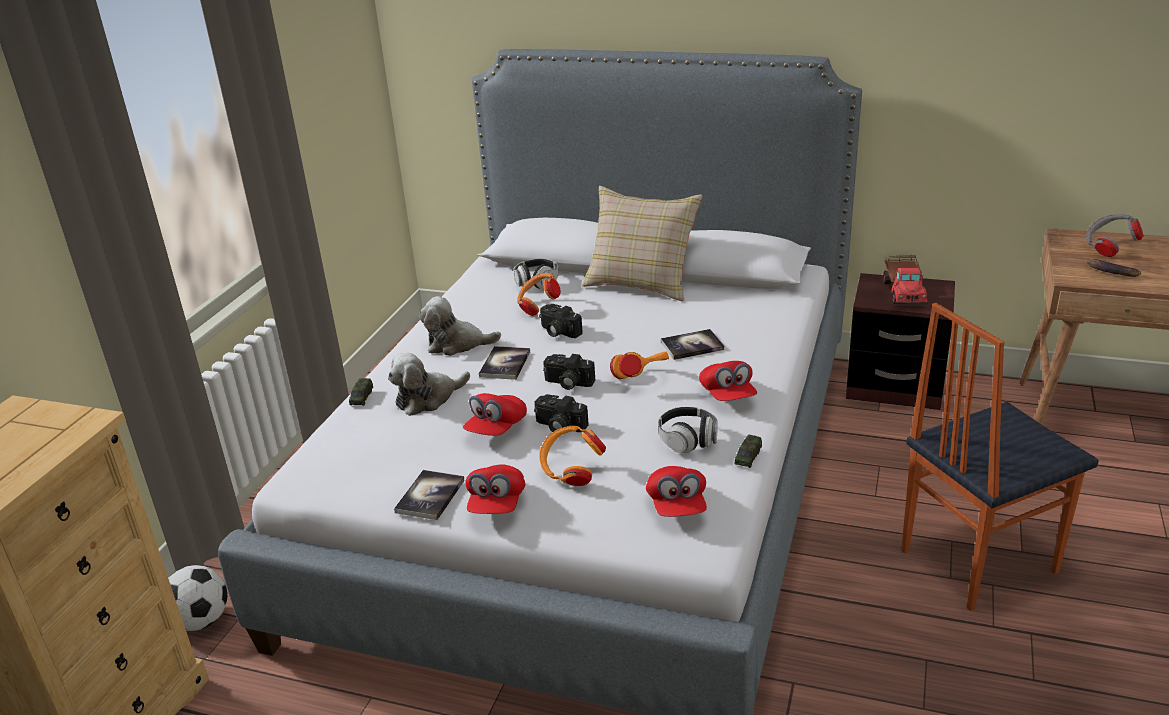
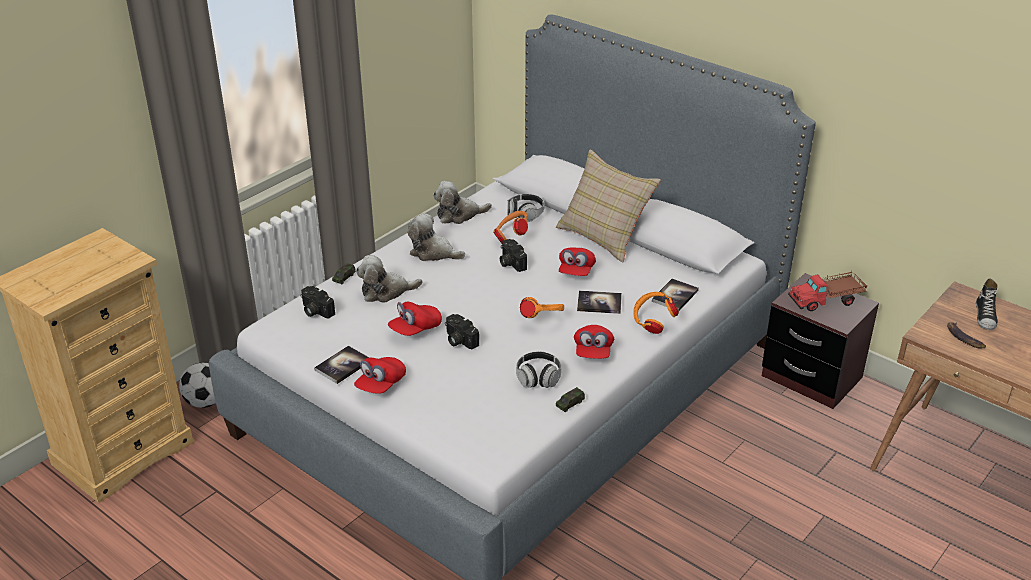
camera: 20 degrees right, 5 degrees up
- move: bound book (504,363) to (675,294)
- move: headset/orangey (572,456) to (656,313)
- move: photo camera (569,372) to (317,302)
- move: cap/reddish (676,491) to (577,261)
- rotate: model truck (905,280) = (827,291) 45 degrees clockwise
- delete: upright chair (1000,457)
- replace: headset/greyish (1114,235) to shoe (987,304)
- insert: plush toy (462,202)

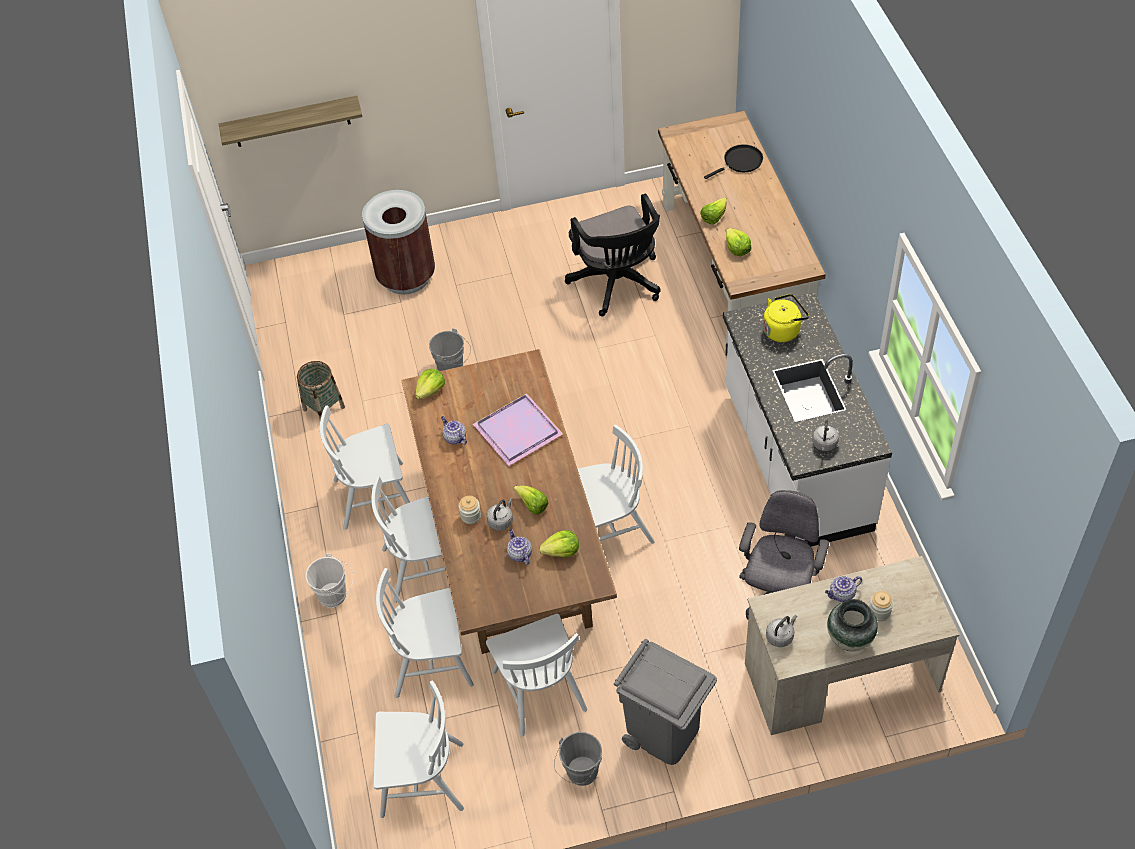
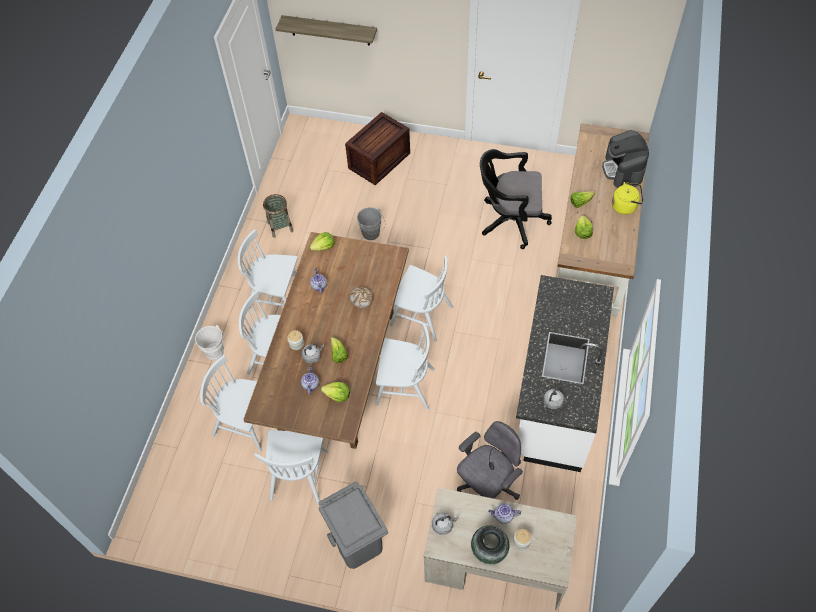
camera: 25 degrees right, 5 degrees up
- replace: trash can/brown (398,242) to packing crate (377,148)
- move: upright chair/whitish (419,749) to (421,299)
- replace: tray/purplish (518,429) to bakery bread (361,298)
- delete: pail/greyish (578,759)
- rotate: office chair/blackish (613,254) = (516,199) 90 degrees clockwise
- replace: frying pan/blackish (733,161) to coffee machine (625,159)
- move: kettle/yellow-coloured (786,318) to (628,198)

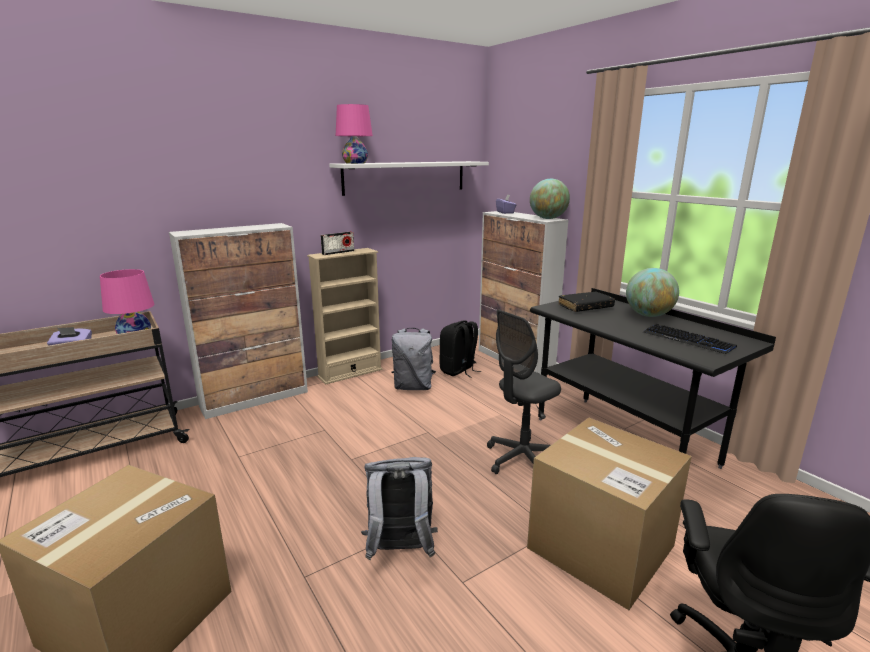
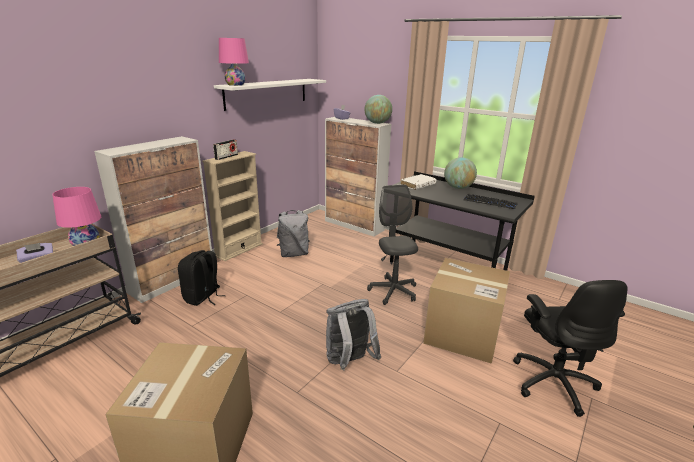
camera: 20 degrees left, 5 degrees up
- move: knapsack/blackish (461,349) to (202,278)
- rotate: office chair/greyish (524,392) = (392,245) 135 degrees clockwise
- recolor: bound book/blackish (586,301) to bound book/whitish (419,182)

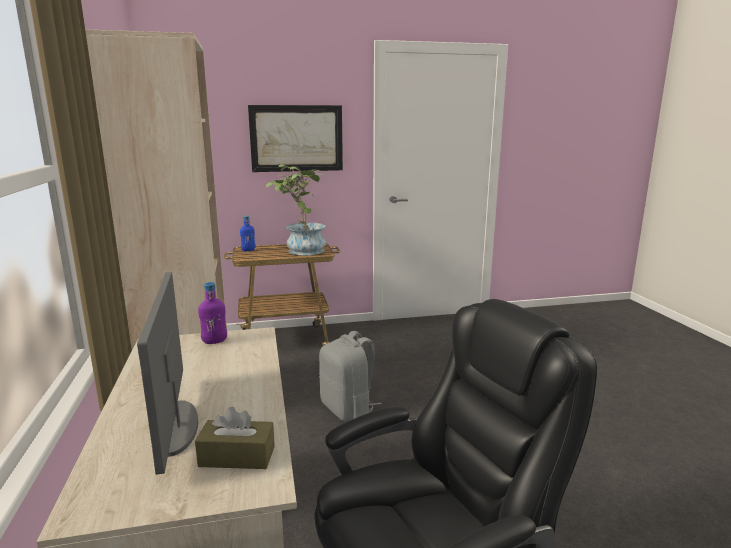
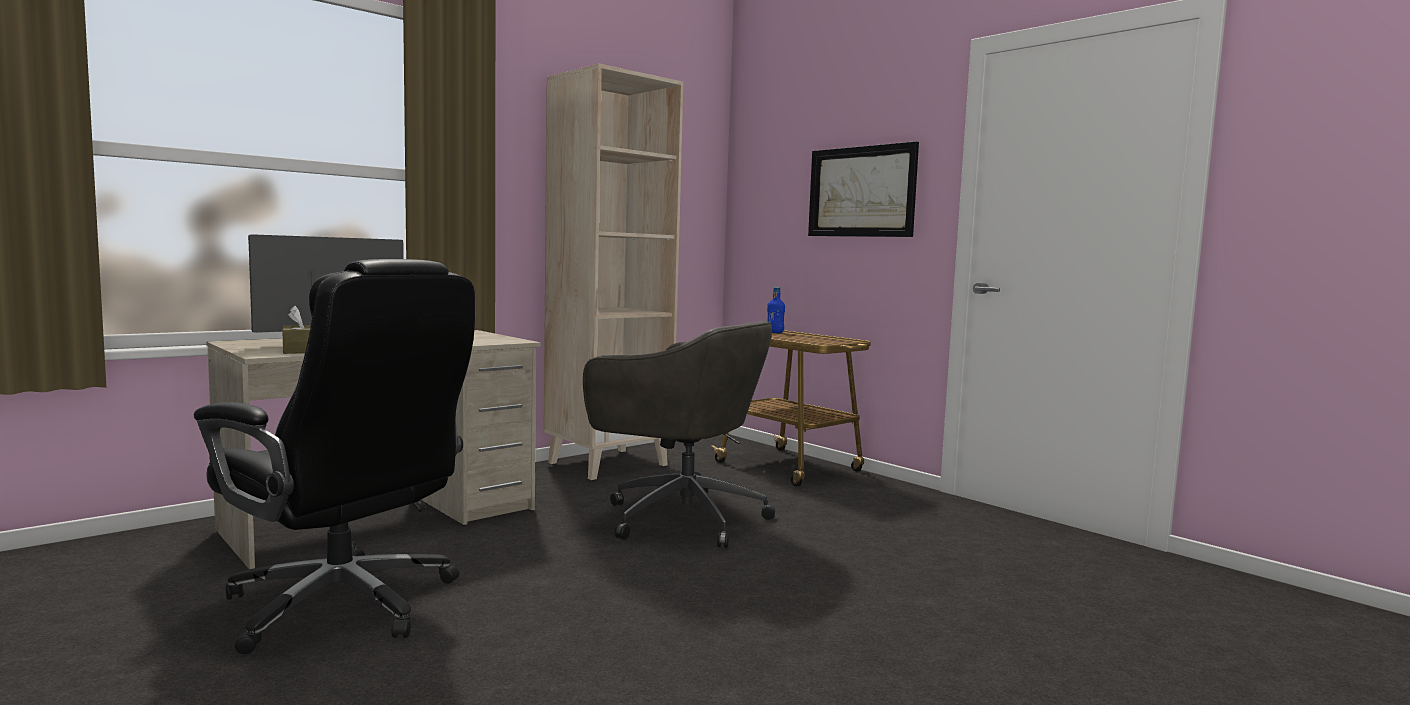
camera: 60 degrees right, 10 degrees down
- delete: bottle/purplish (212,313)
- delete: houseplant (296,209)
- replace: knapsack/greyish (350,376) to office chair/greyish (679,434)

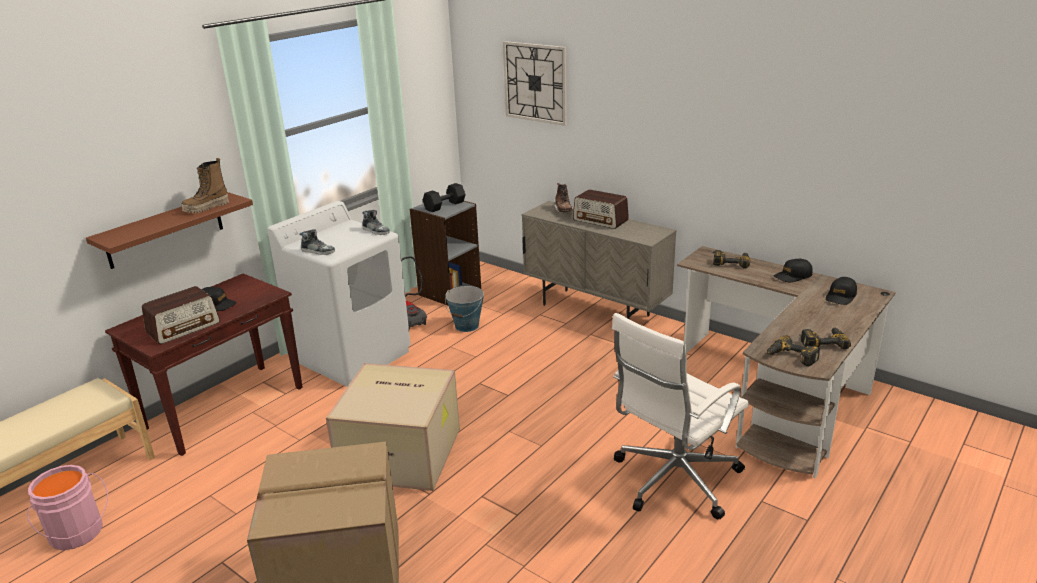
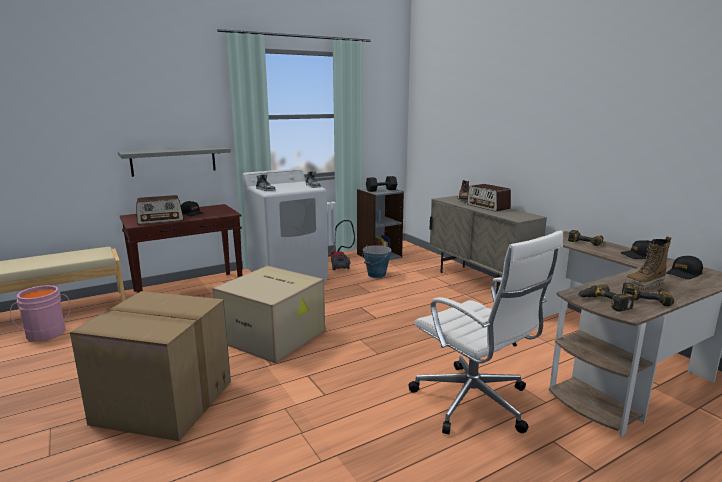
camera: 20 degrees right, 10 degrees down
- recolor: bracket shelf/brown (169,230) to bracket shelf/greyish (174,161)
- move: boot (205,185) to (648,263)
- delete: hanging clock (535,83)
- rotate: office chair/whitish (680,416) = (485,332) 105 degrees counterclockwise

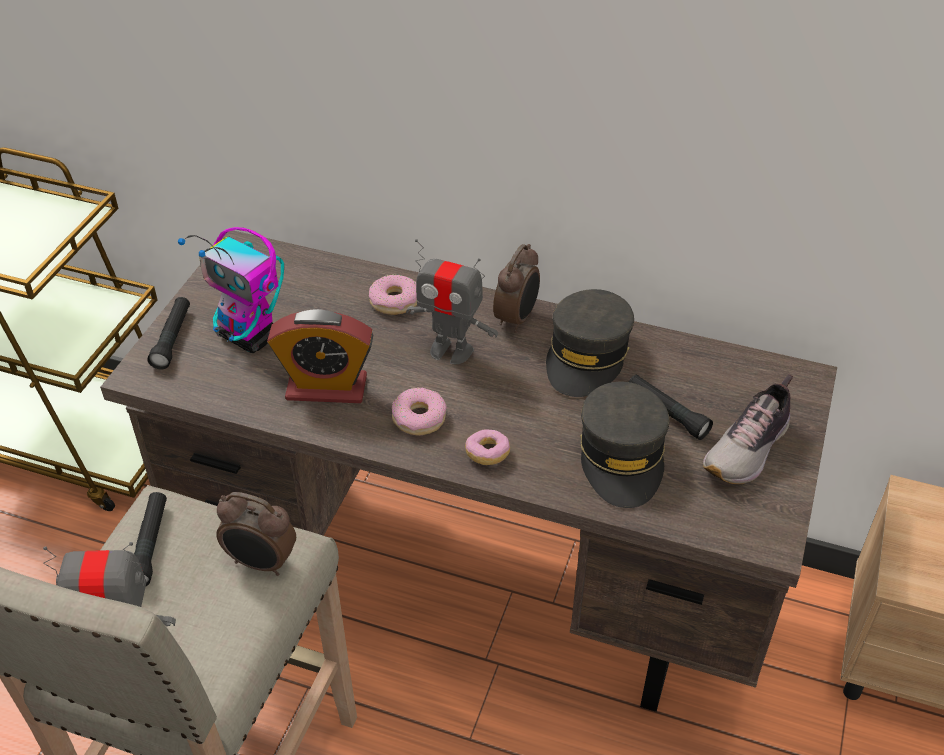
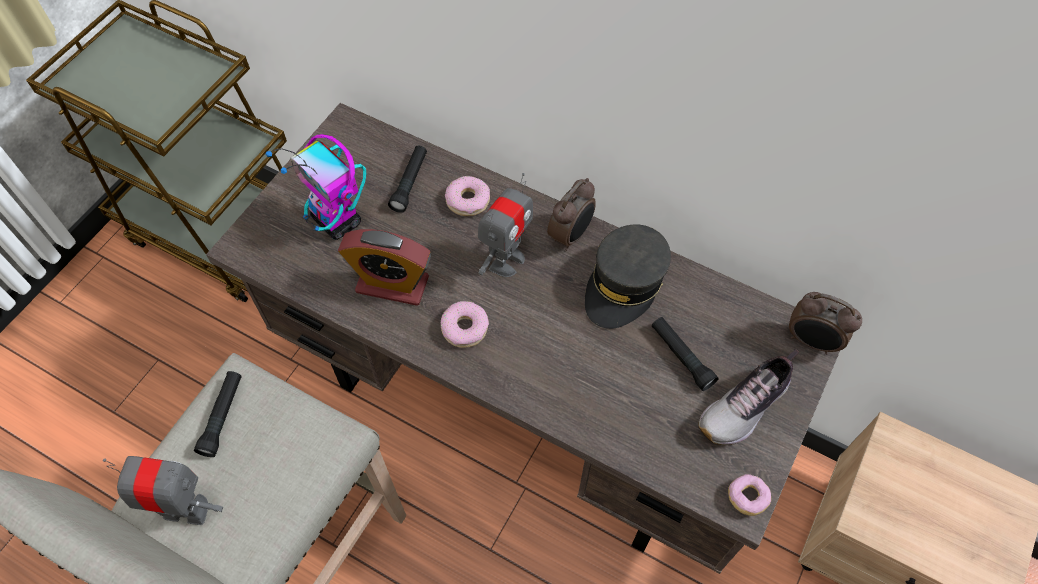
camera: 10 degrees right, 15 degrees up
- move: hand torch/blackish (168,333) to (407,179)
- move: alarm clock (256,534) to (825,323)
- rotate: robot figure (452,301) = (505,225) 90 degrees counterclockwise
- move: doughnut (487,447) to (749,495)
- delete: cap/greyish (625,445)

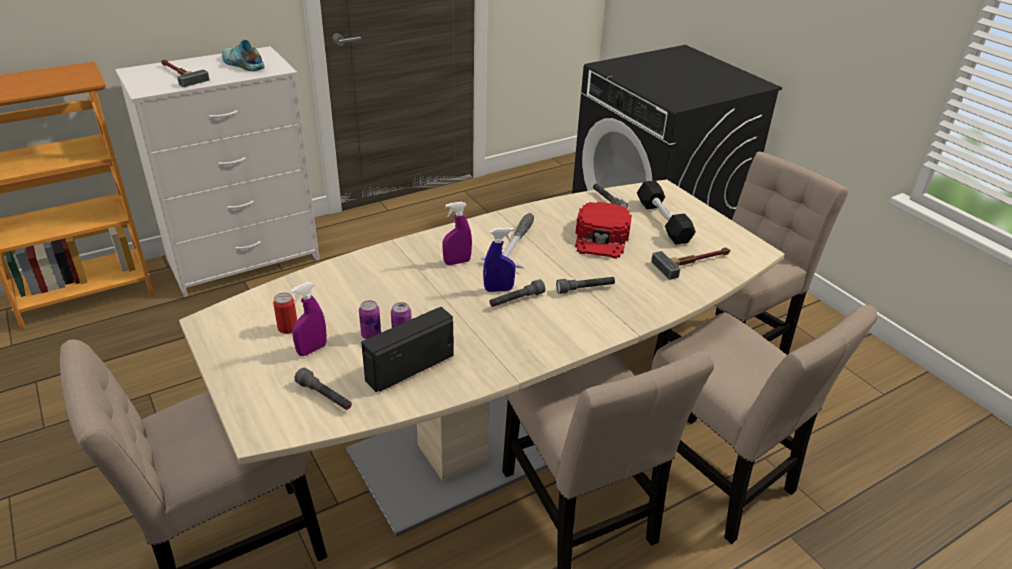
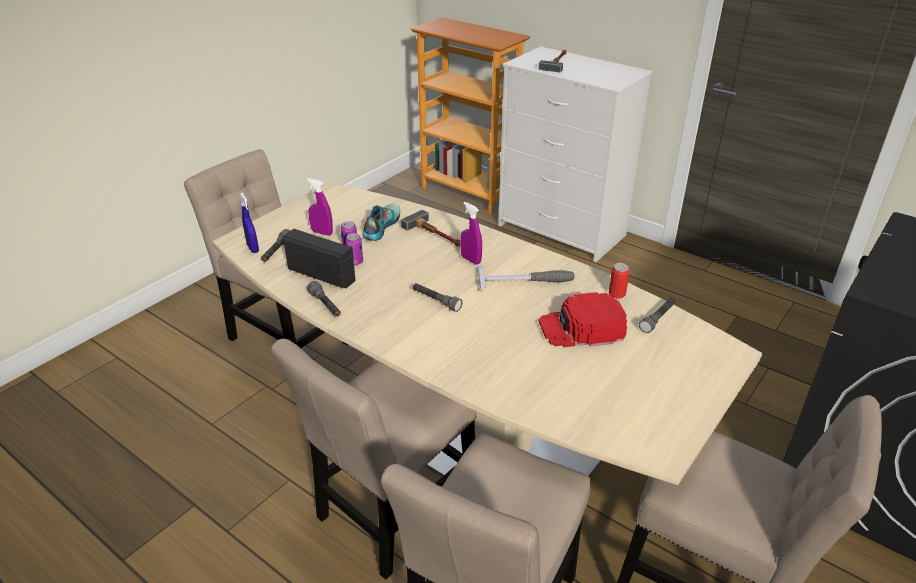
camera: 70 degrees right, 0 degrees up
- move: shoe (243,55) to (381,222)
- move: can (285,313) to (619,280)
- move: hand sprayer/blue-coloured (499,260) to (249,223)
- move: hand torch/greyish (585,285) to (324,299)
- delete: dumbbell/blackish (666,212)
- move: hand hammer (691,263) to (431,228)

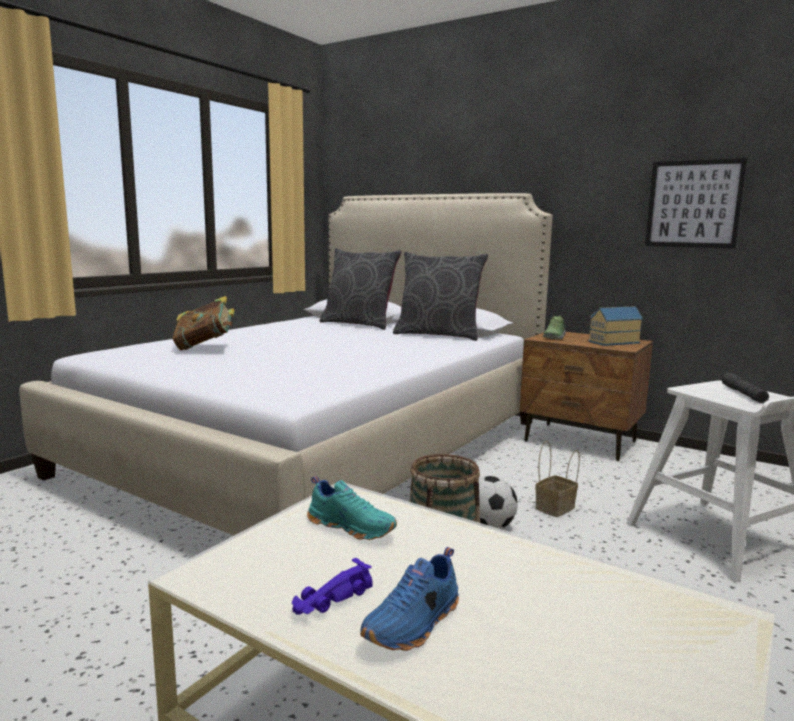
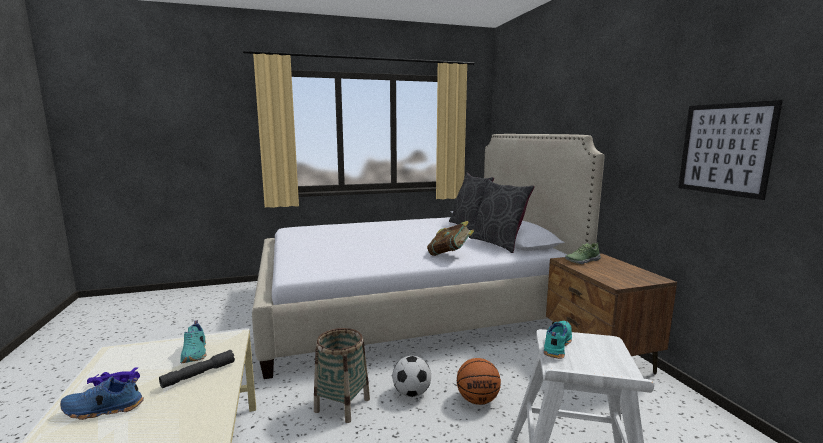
camera: 40 degrees right, 0 degrees up
- move: bound book (203,323) to (450,238)
- replace: storage basket (557,479) to ball for basketball (479,381)
- delete: miniature house (615,326)
- move: hand torch/greyish (745,388) to (197,369)
- insert: shoe/blue-green (558,340)

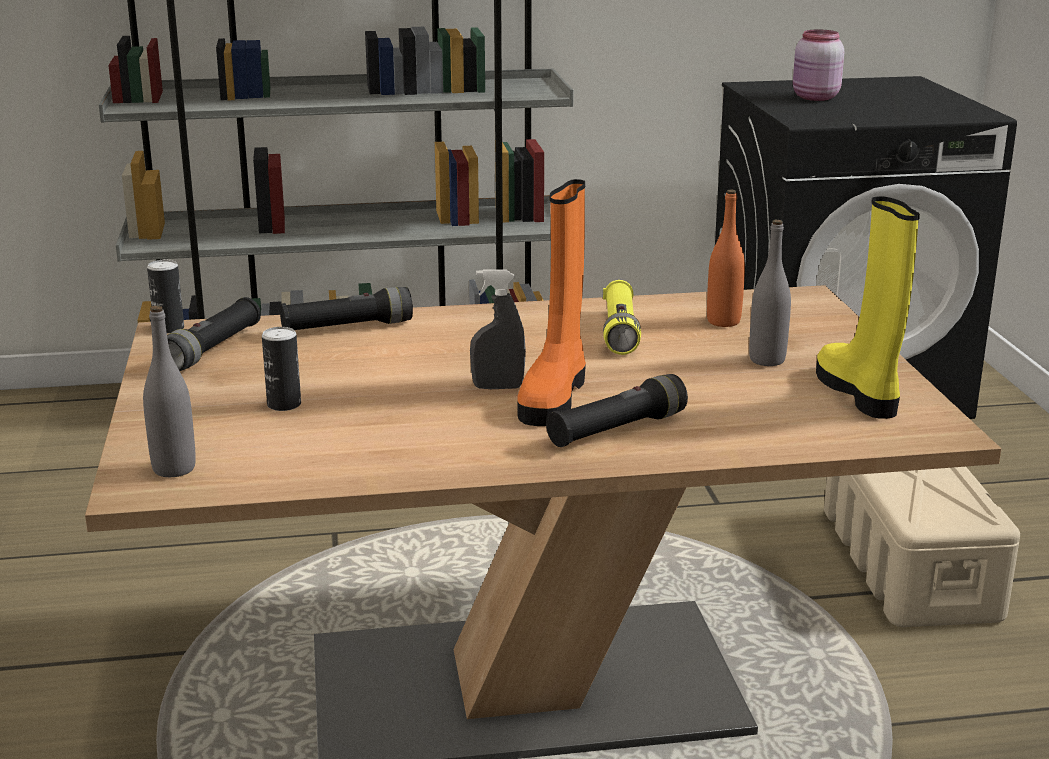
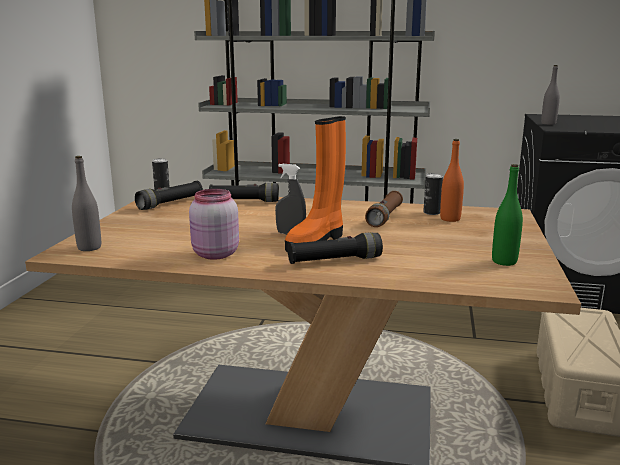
camera: 20 degrees right, 5 degrees down
- move: can (281,369) to (433,194)
- recolor: hand torch/yellow-coloured (622,317) to hand torch/brown (384,209)
- move: bottle/greyish (770,293) to (550,95)
- move: preserve jar/pinkish (818,65) to (214,224)
- replace: boot/yellow-coloured (868,307) to bottle/greenish (507,215)

